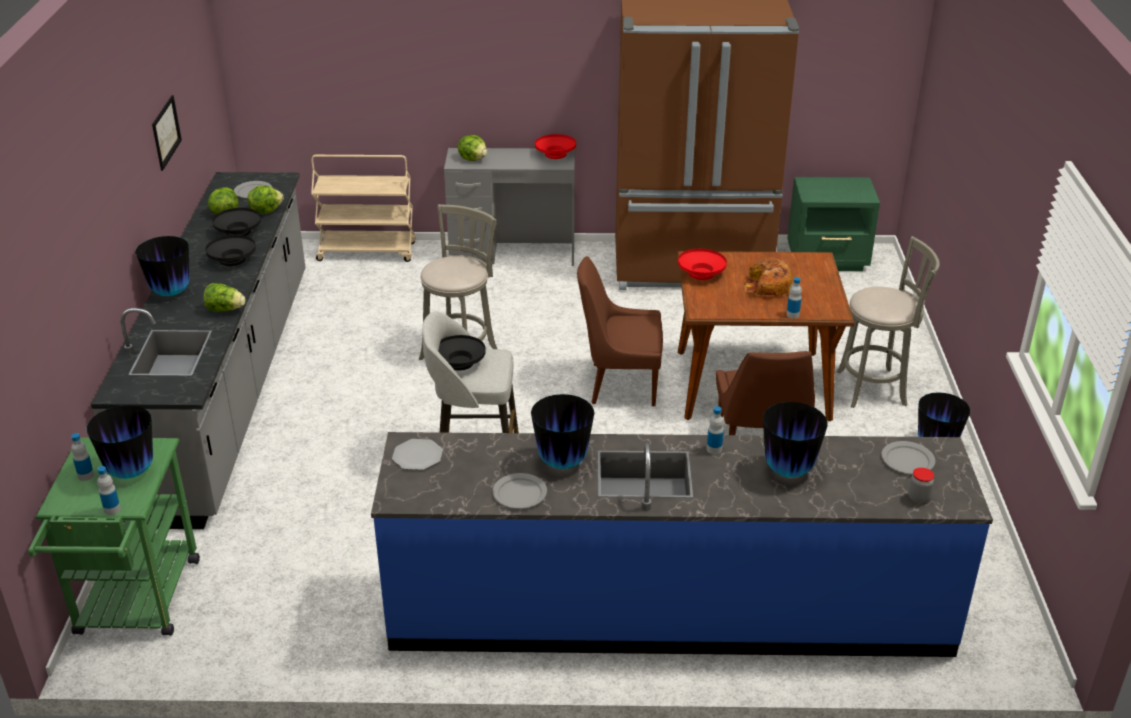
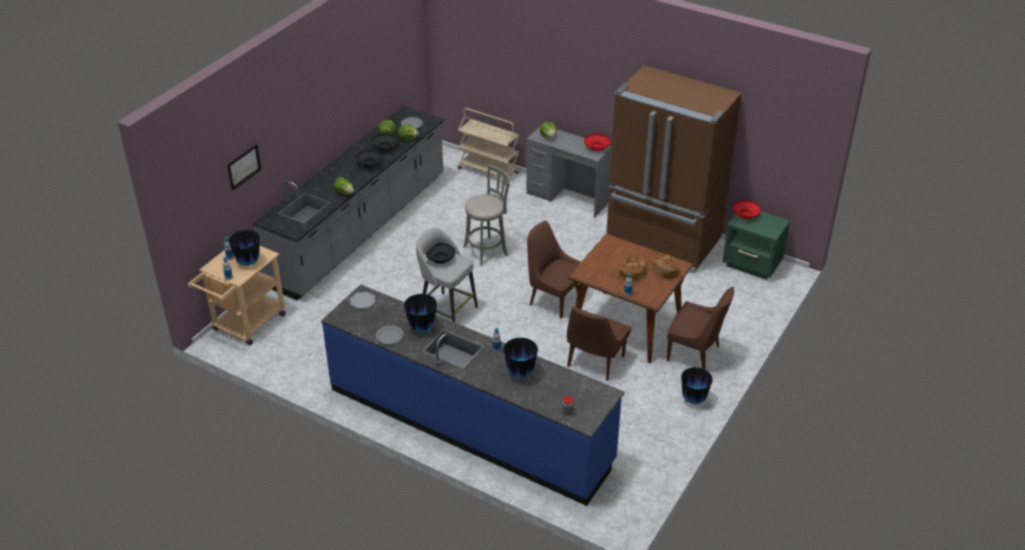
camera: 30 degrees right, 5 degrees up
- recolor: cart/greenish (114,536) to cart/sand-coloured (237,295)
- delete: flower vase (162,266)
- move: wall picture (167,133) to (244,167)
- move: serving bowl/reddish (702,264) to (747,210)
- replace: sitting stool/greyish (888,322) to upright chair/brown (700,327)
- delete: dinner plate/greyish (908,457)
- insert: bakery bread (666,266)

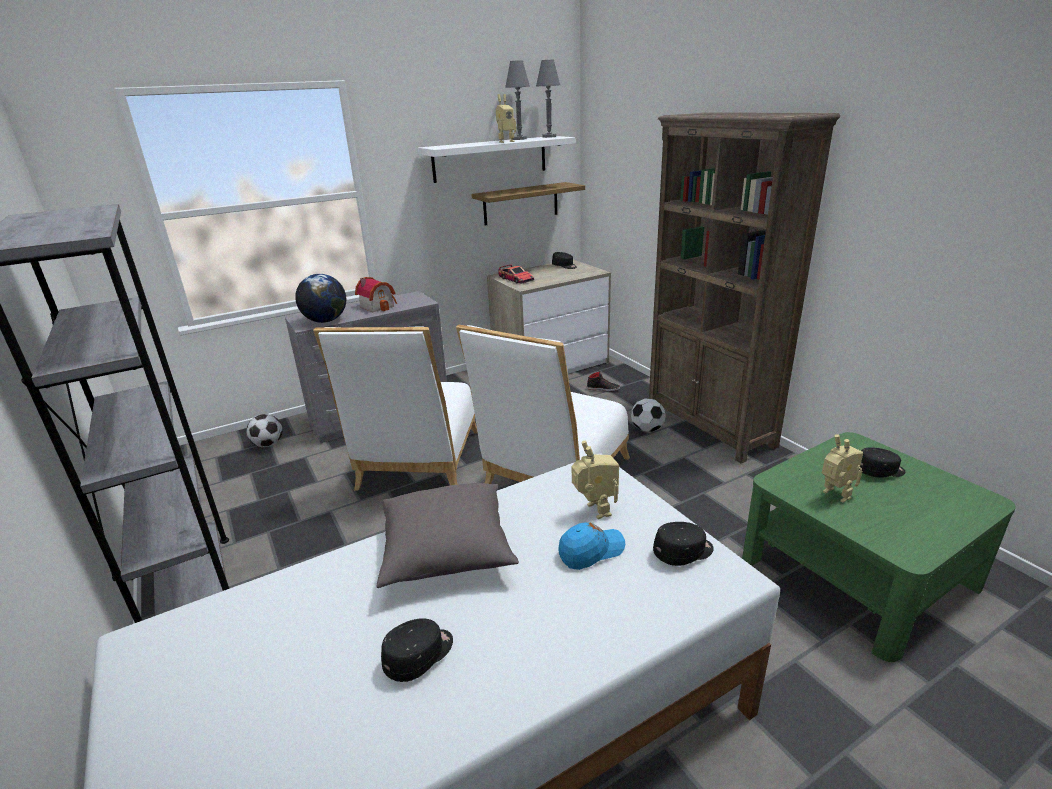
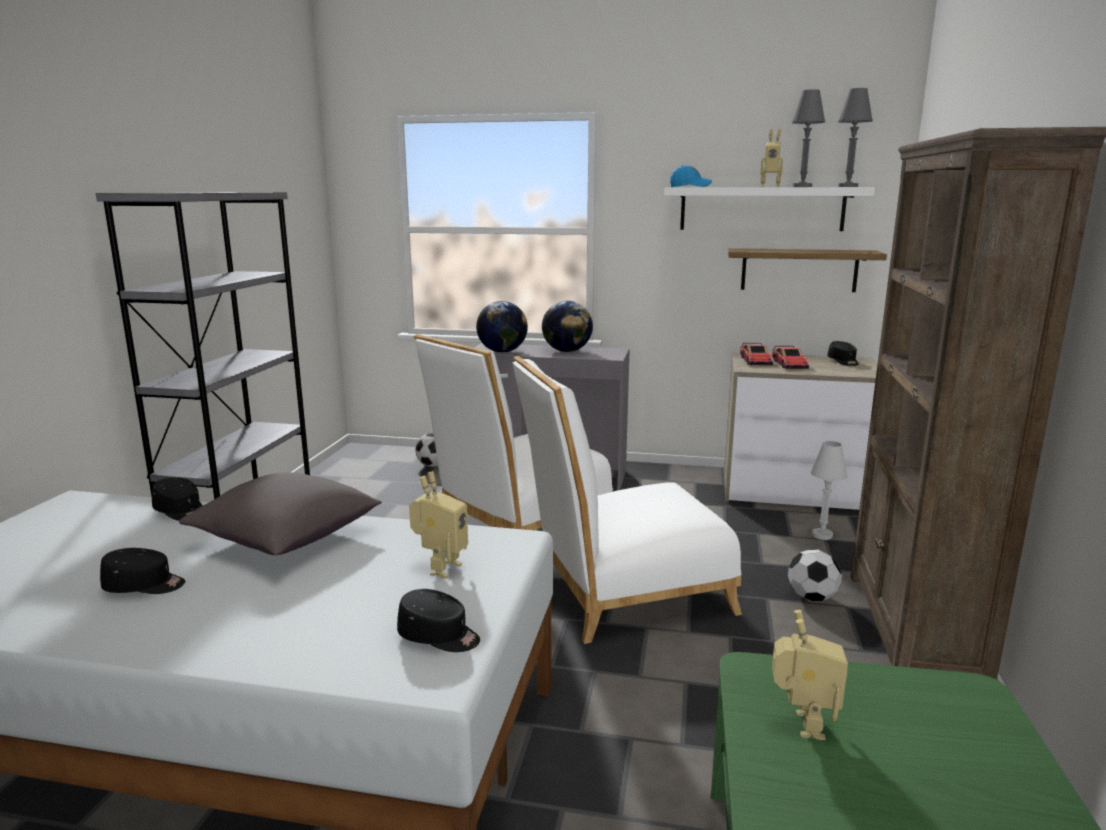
camera: 40 degrees right, 10 degrees down
- replace: miniature house (376,294) to desk globe (567,326)
- move: cap/blue-coloured (591,546) to (691,176)
- replace: shoe/blackish (603,381) to tabletop lamp/whitish (829,490)
- move: cap/blackish (882,462) to (177,499)
- insert: miniature car (790,357)

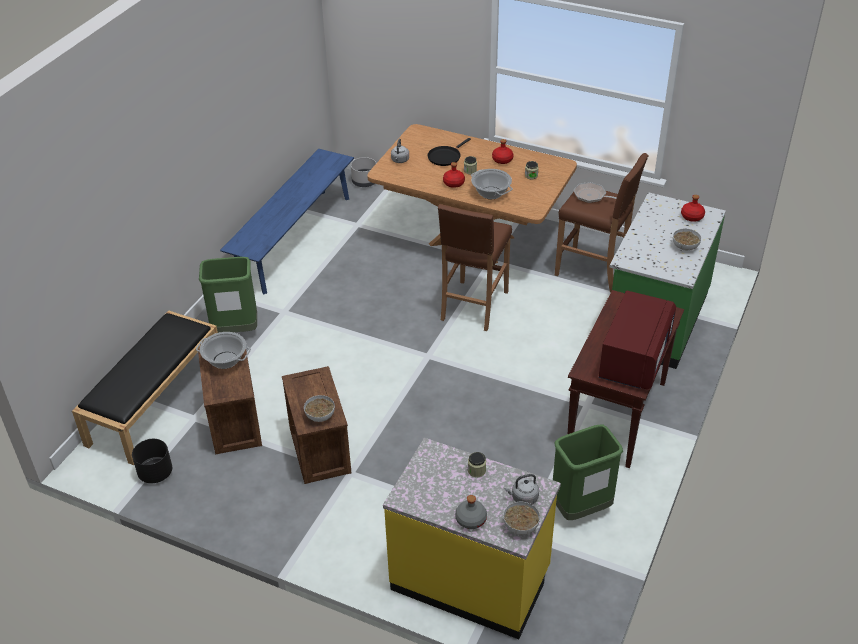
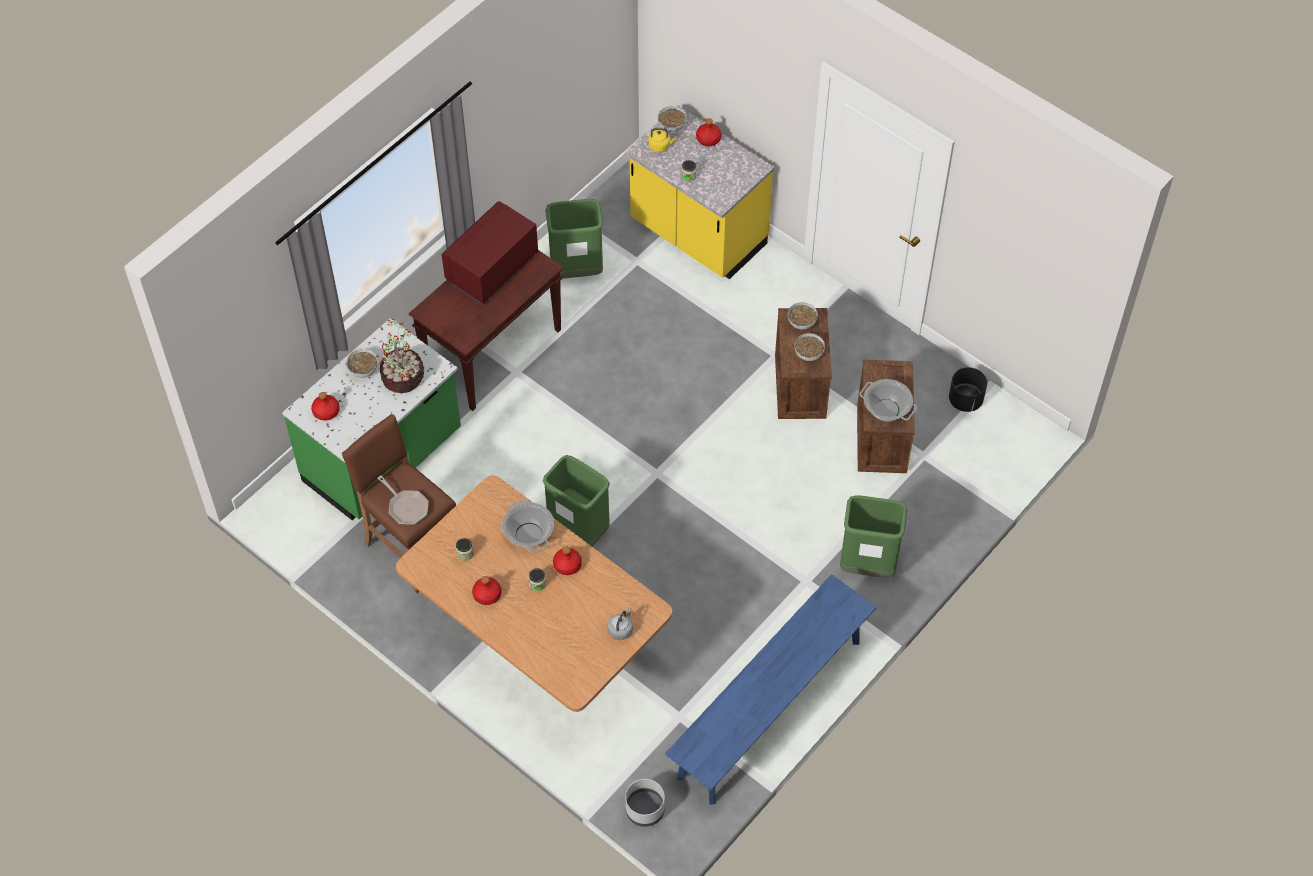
camera: 165 degrees left, 15 degrees up
- delete: indoor bench/blackish (145,388)
- delete: frying pan/blackish (449,152)
- replace: sitting stool/brown (475,267) to trash can/greenish (576,501)
- recolor: bottle/greyish (471,512) to bottle/reddish (709,132)
- recolor: kettle/greyish (522,489) to kettle/yellow-coloured (662,140)
- insert: houseplant (402,355)
- insert: serving bowl (810,347)

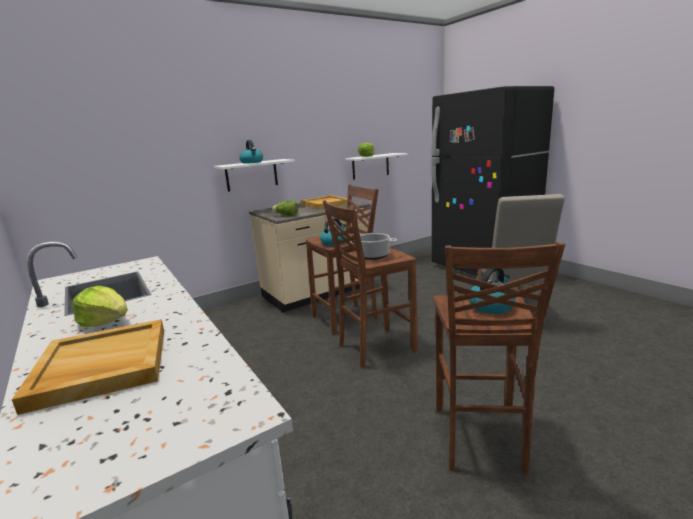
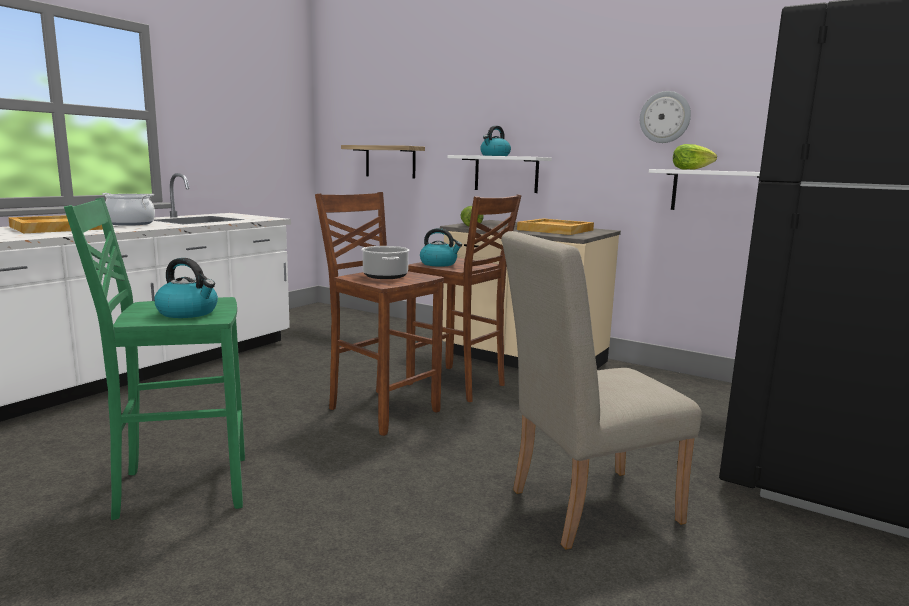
camera: 65 degrees right, 5 degrees down
- replace: lettuce (100,306) to saucepot (128,209)
- recolor: sitting stool/brown (499,358) to sitting stool/greenish (154,359)
- insert: bracket shelf (383,162)
- insert: hanging clock (665,117)

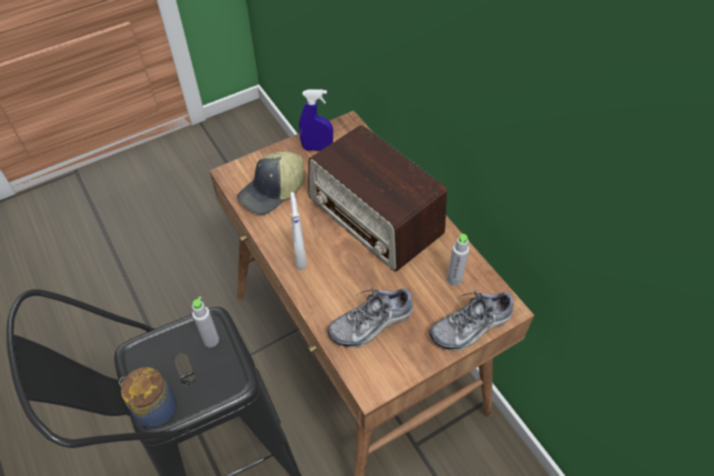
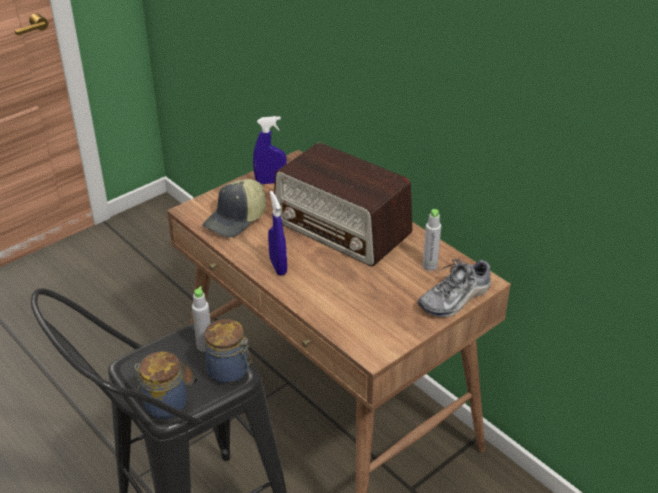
camera: 10 degrees left, 15 degrees down
- recolor: hand sprayer/whitish (298,231) to hand sprayer/blue-coloured (277,233)
- delete: shoe (370,317)
- insert: preserve jar (227,351)

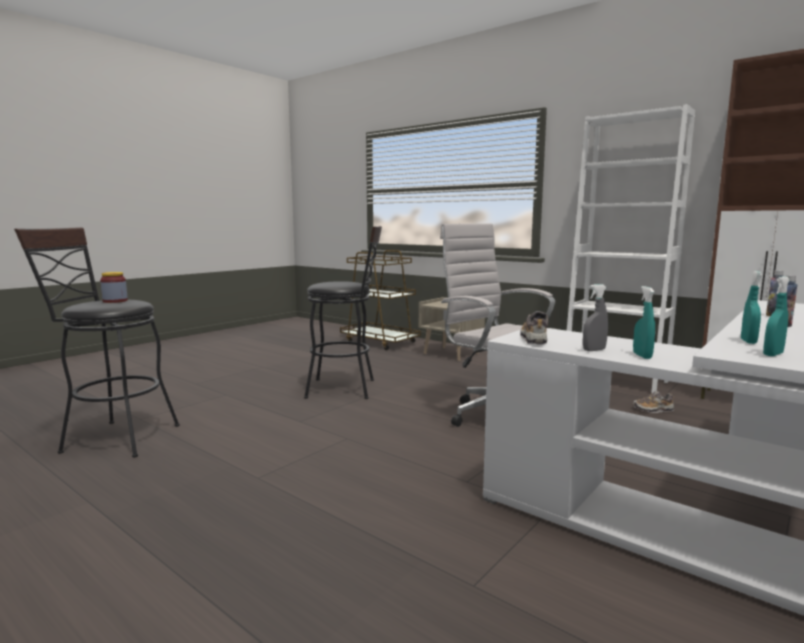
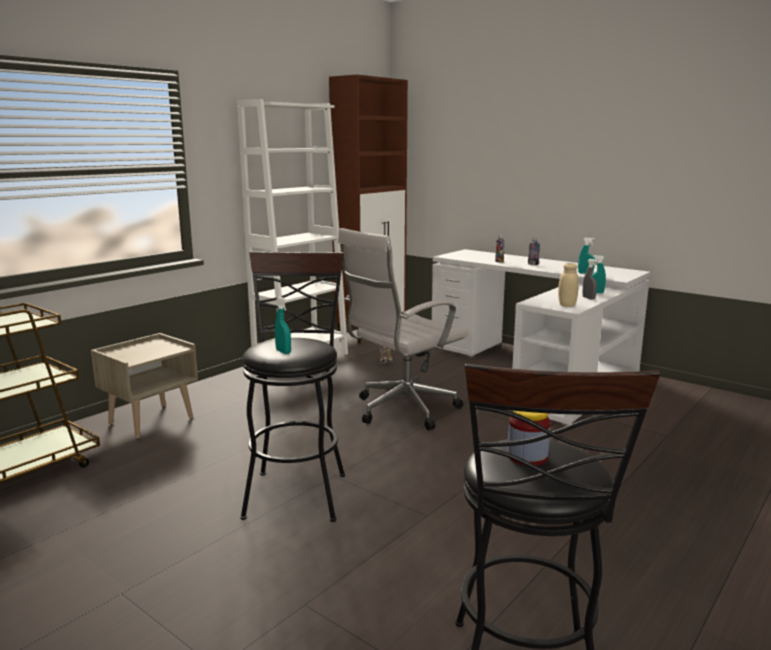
camera: 90 degrees left, 5 degrees up
- replace: shoe (534,328) to preserve jar/sand-coloured (568,285)
- move: hand sprayer/blue-green (776,316) to (283,325)

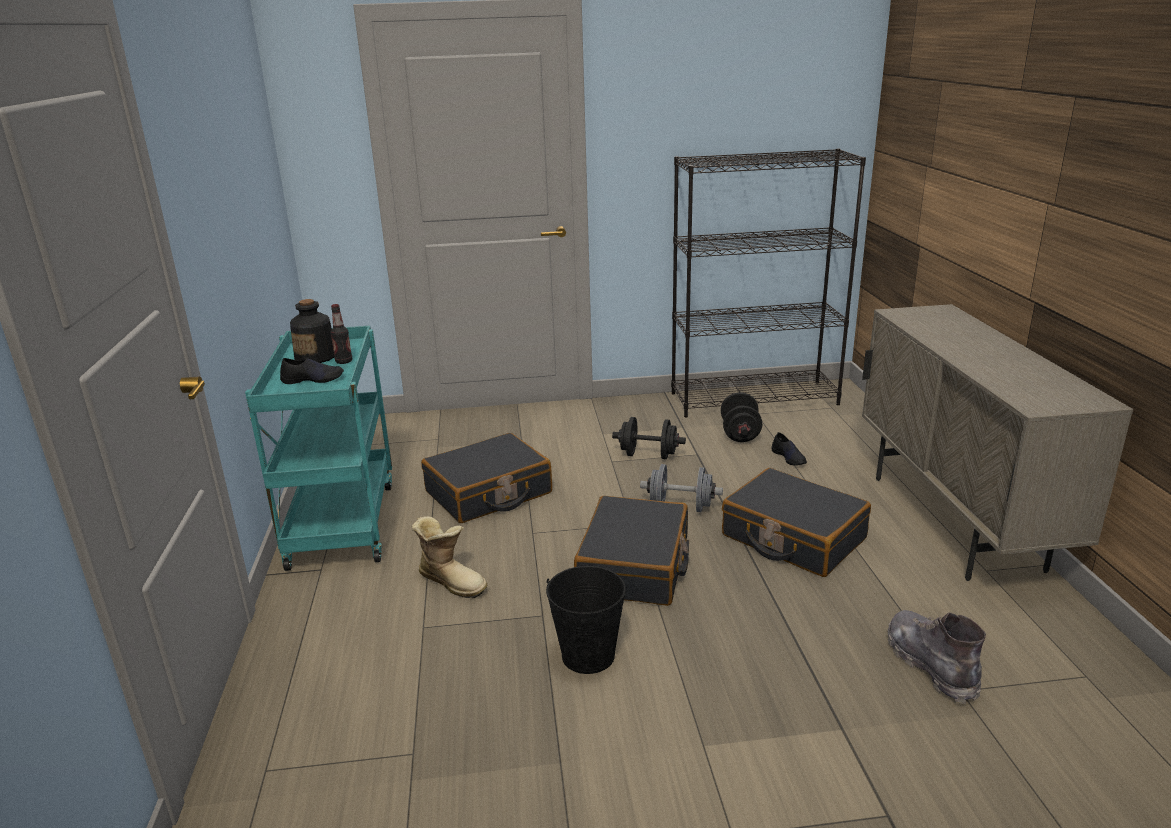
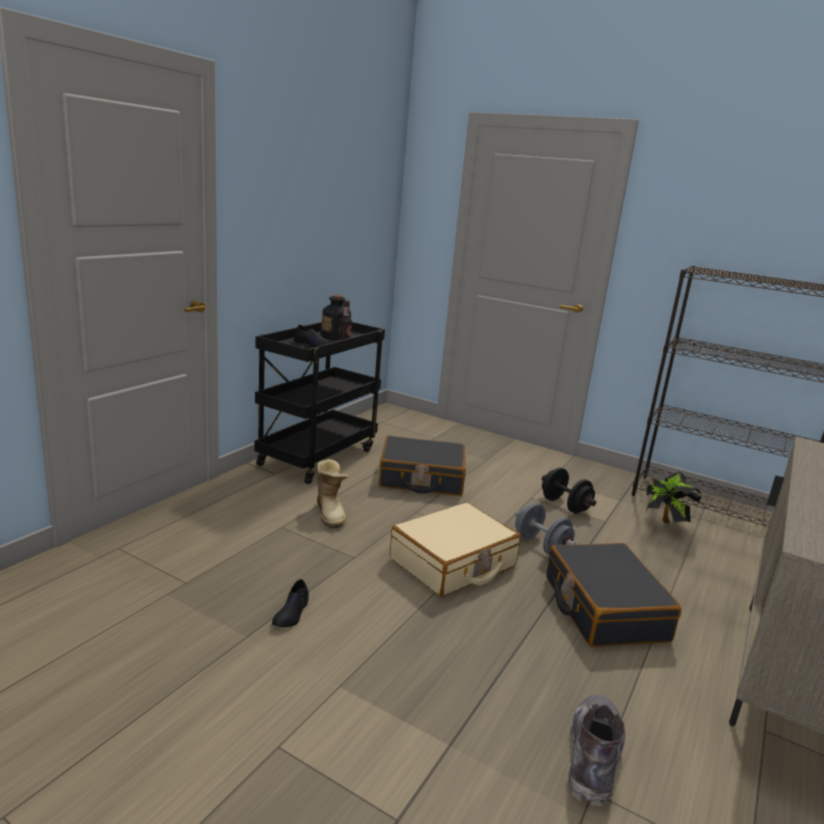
camera: 35 degrees right, 5 degrees down
- recolor: cart/blue-green (318,448) to cart/blackish (320,403)
- delete: pail/blackish (586,620)
- recolor: piece of luggage/blackish (631,551) to piece of luggage/sand-coloured (455,549)
- replace: dumbbell/blackish (741,417) to houseplant (674,497)
- move: shoe/blackish (789,449) to (290,603)

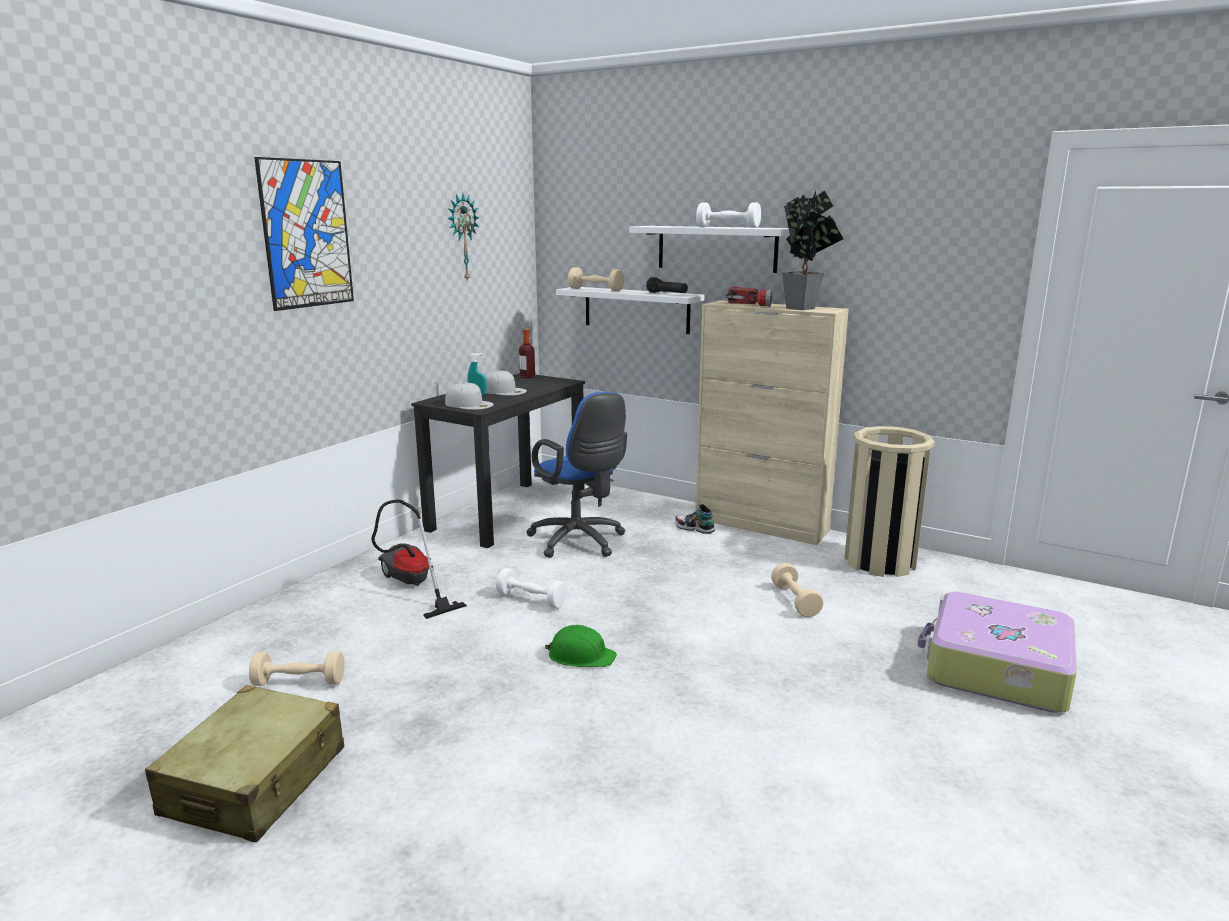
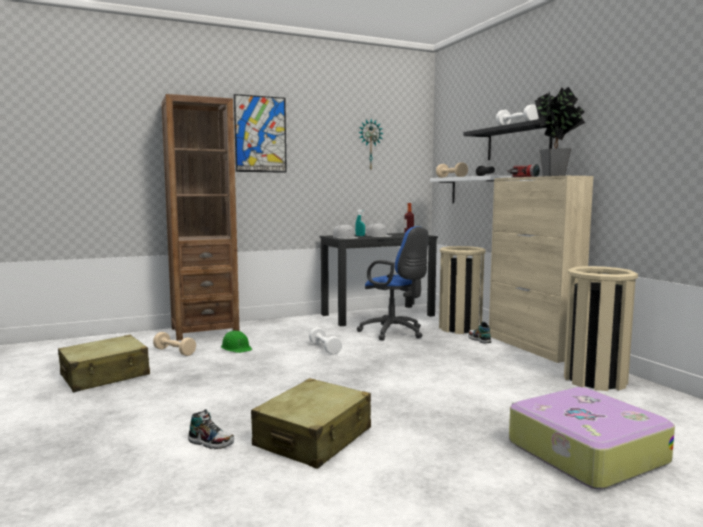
camera: 35 degrees right, 10 degrees down
- delete: vacuum (419,559)
- rotate: office chair/blue-coloured (576,475) = (392,283) 45 degrees counterclockwise
- move: hard hat/greenish (581,646) to (236,341)
- recolor: bracket shelf/whitish (709,249) to bracket shelf/blackish (507,139)
- delete: dumbbell/sand-coloured (797,590)
- insert: shelving unit/brown (200,217)
- insert: shoe (211,429)
- insert: piece of luggage/sand-coloured (311,423)
- insert: trash can/sand-coloured (462,290)

